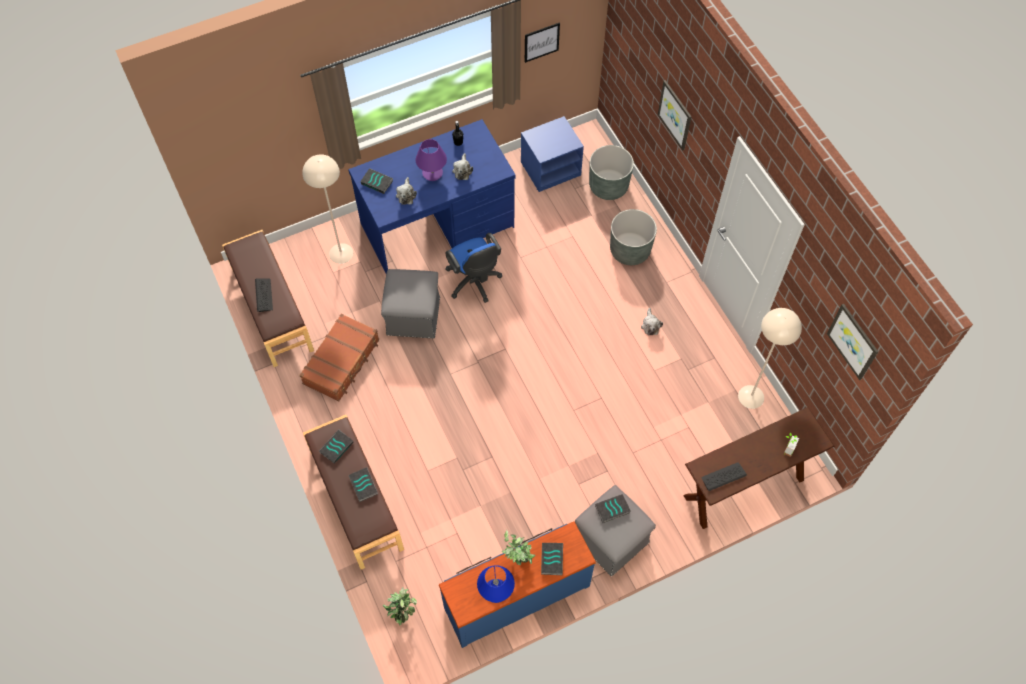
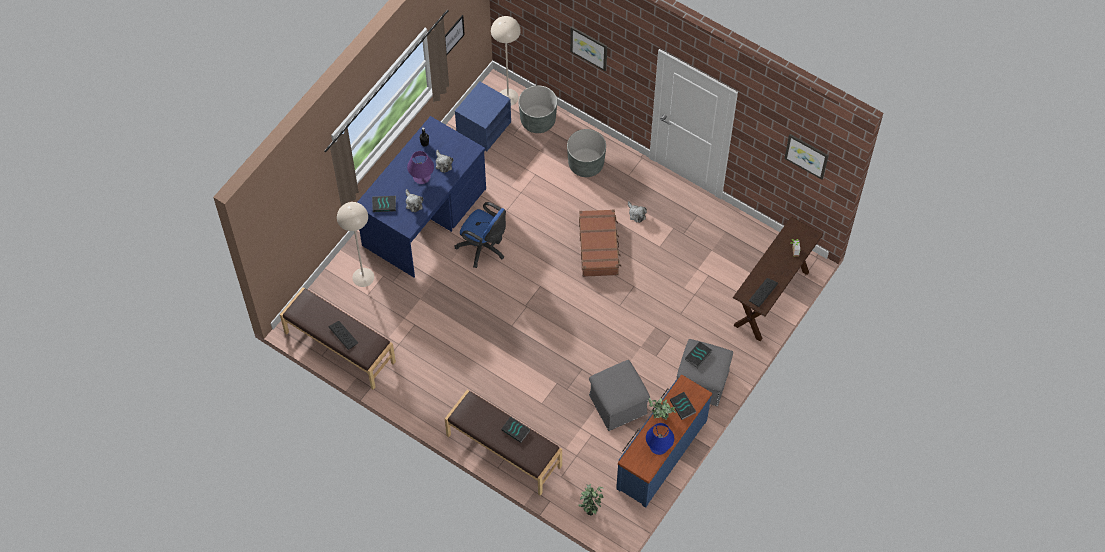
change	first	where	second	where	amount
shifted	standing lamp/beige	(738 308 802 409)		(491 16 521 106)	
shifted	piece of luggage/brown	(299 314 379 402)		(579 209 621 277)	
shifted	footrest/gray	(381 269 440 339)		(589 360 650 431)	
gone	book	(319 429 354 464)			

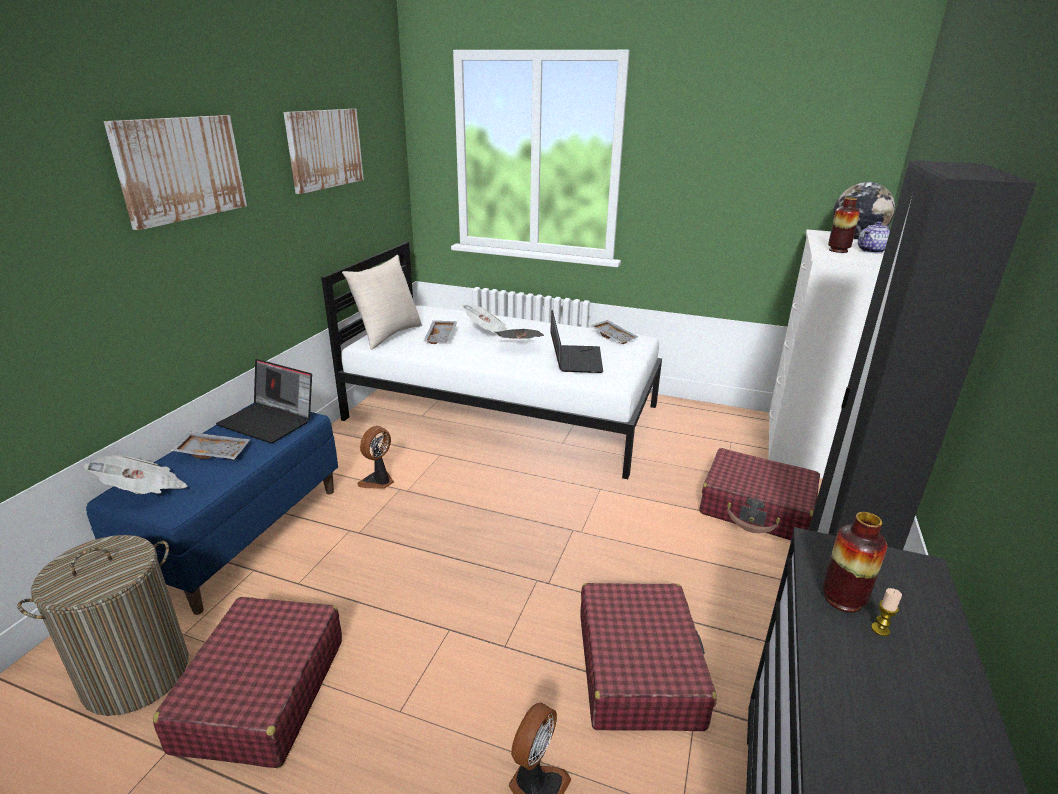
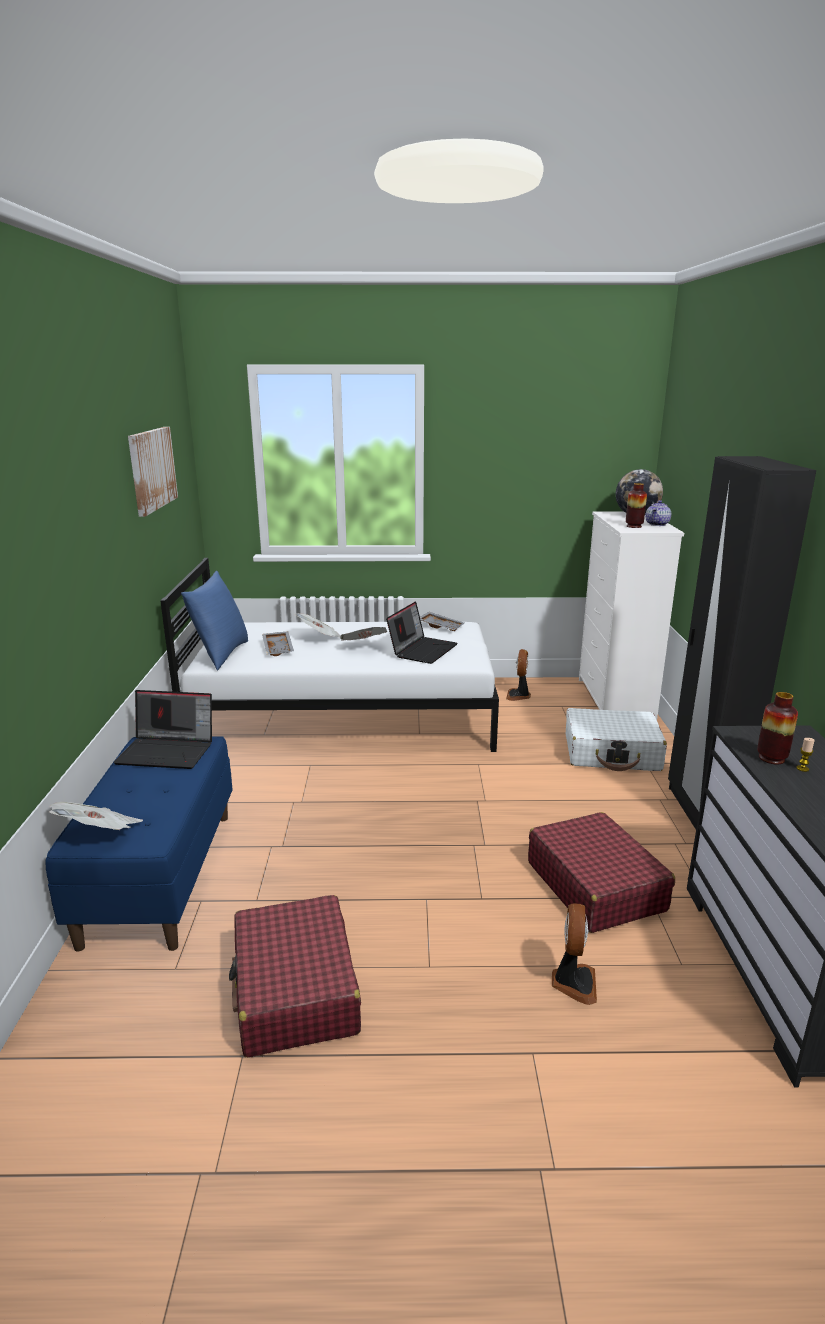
change	first	where	second	where	amount
repainted	throw pillow/beige	(342 255 423 350)	throw pillow/blue-coloured	(181 571 248 670)	
rotated	laptop	(550 309 603 373)		(386 601 458 664)	45 degrees clockwise
shifted	fan	(357 426 394 489)		(506 649 531 701)	
repainted	piece of luggage/red	(699 448 820 540)	piece of luggage/white-coloured	(566 708 667 771)	
gone	laundry basket	(17 535 189 716)			
gone	wall picture	(104 115 247 230)			
gone	carrying tray/gray	(170 432 250 459)			

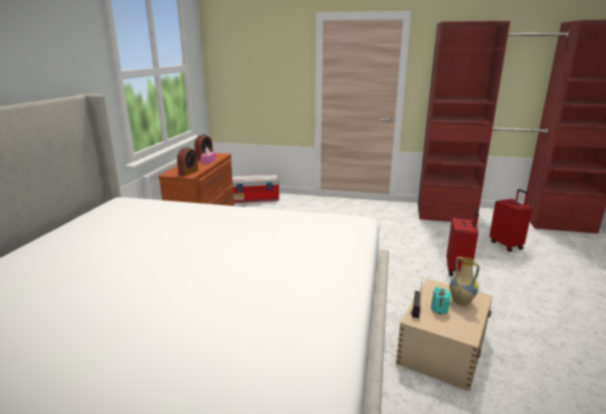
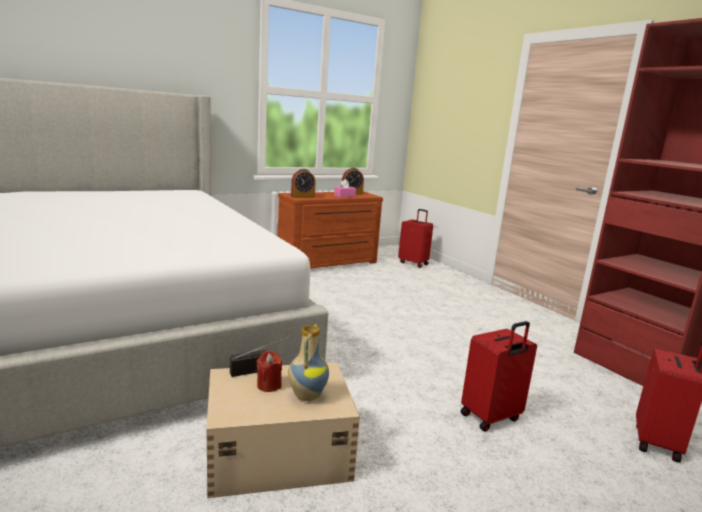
change	first	where	second	where	amount
repainted	wax light/blue-green	(431 287 451 314)	wax light/red	(256 351 282 392)	
swapped	storage container	(232 174 279 203)	piece of luggage/red	(398 209 433 268)	

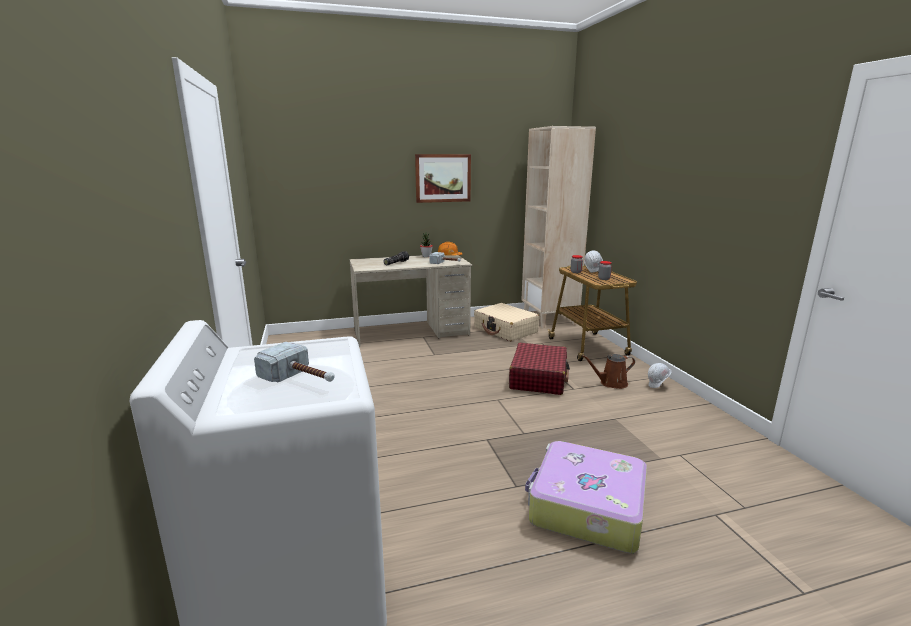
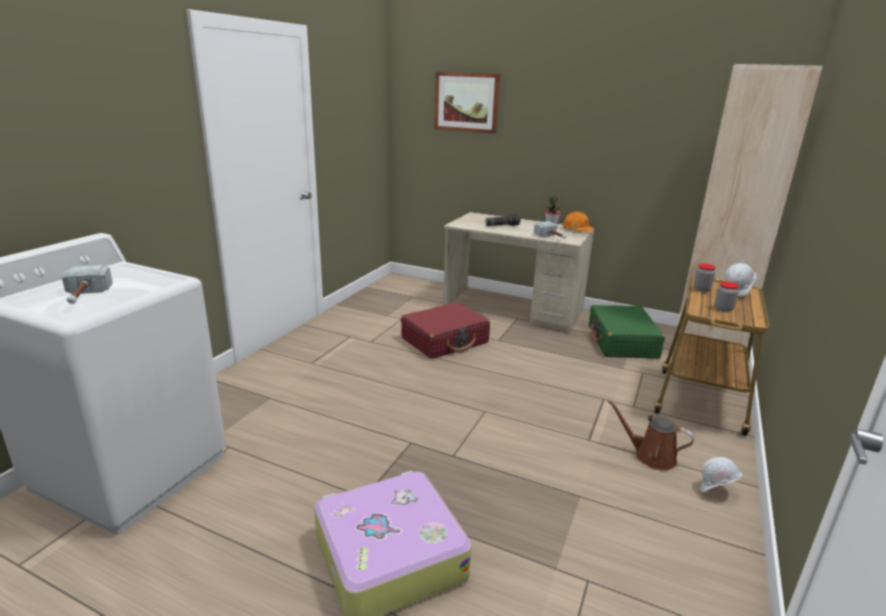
change	first	where	second	where	amount
shifted	piece of luggage/red	(509 343 570 395)		(401 302 490 359)	
shifted	wall picture	(415 154 471 203)		(434 72 500 134)	
repainted	piece of luggage/beige	(474 303 539 341)	piece of luggage/greenish	(589 305 665 359)	

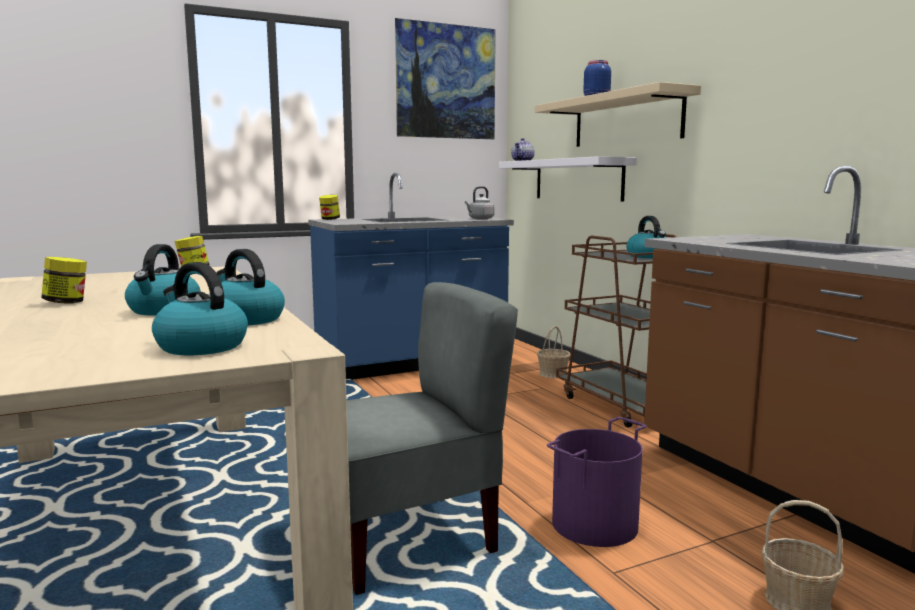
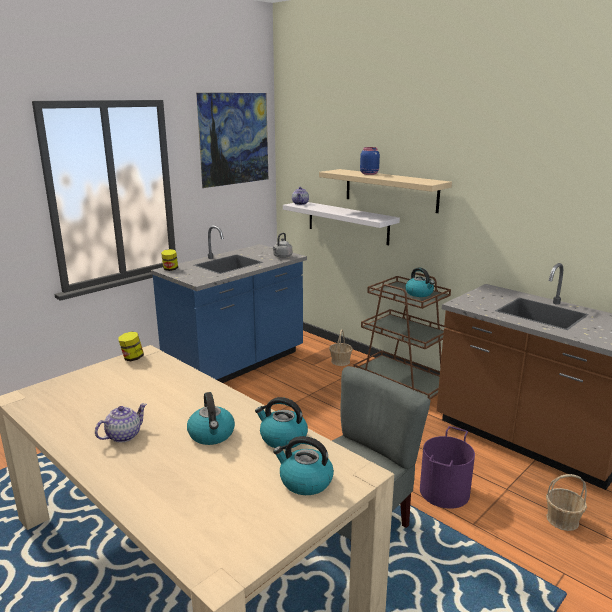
change	first	where	second	where	amount
swapped	preserve jar	(41 257 87 304)	tea pot	(95 403 147 443)	

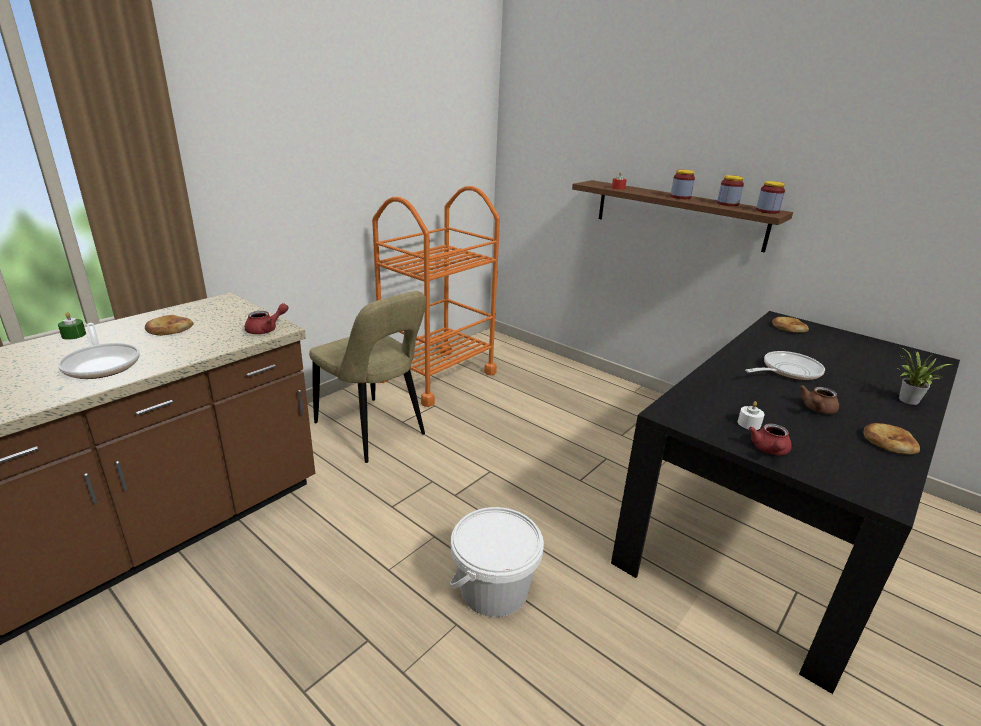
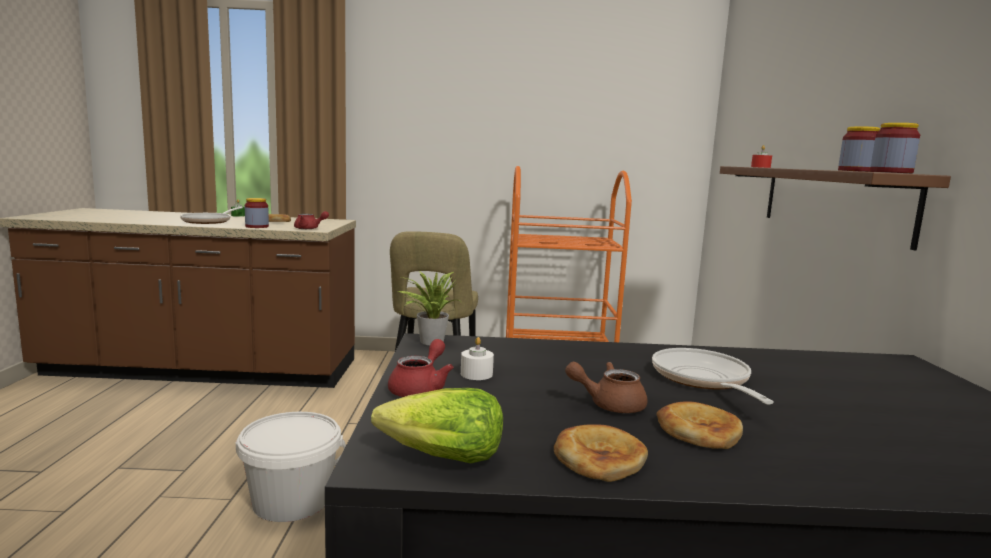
change	first	where	second	where	amount
shifted	preserve jar	(671 170 695 199)		(245 198 269 228)	
new			lettuce	(371 388 503 463)	
rotated	tea pot/red	(748 423 792 455)		(388 339 453 397)	135 degrees clockwise
shifted	plant in a pot	(899 348 952 405)		(399 271 460 345)	
rotated	skillet	(745 351 825 380)		(652 348 774 404)	120 degrees counterclockwise
shifted	bakery bread	(772 317 809 333)		(657 401 743 449)	

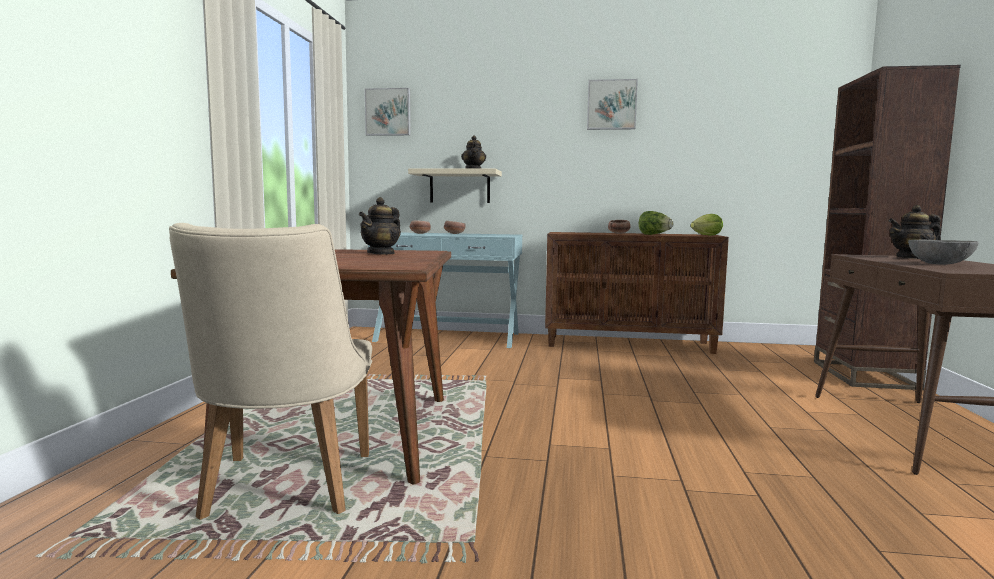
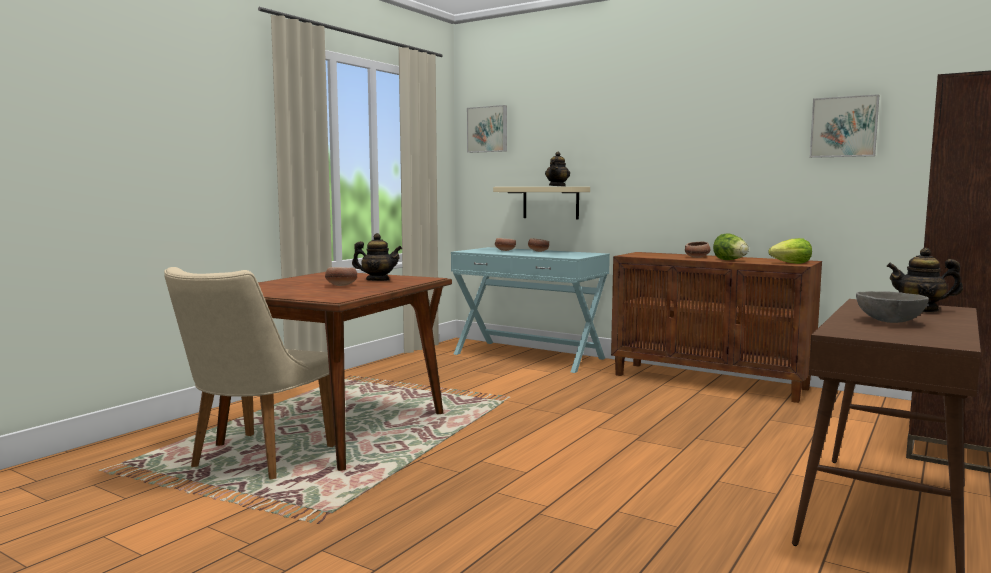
change	first	where	second	where	amount
new			serving bowl	(325 267 357 286)	
rotated	tea pot	(359 197 401 255)		(352 233 402 281)	135 degrees counterclockwise
shifted	wall picture	(587 79 638 130)		(810 94 879 158)	

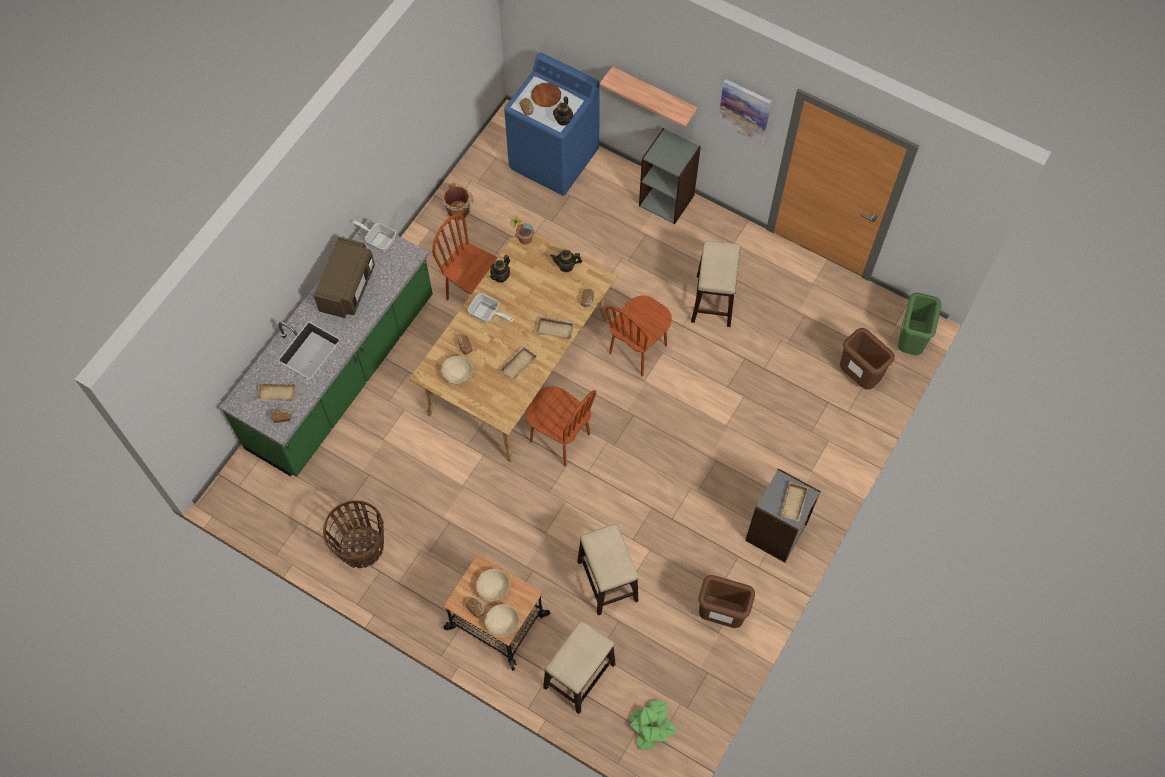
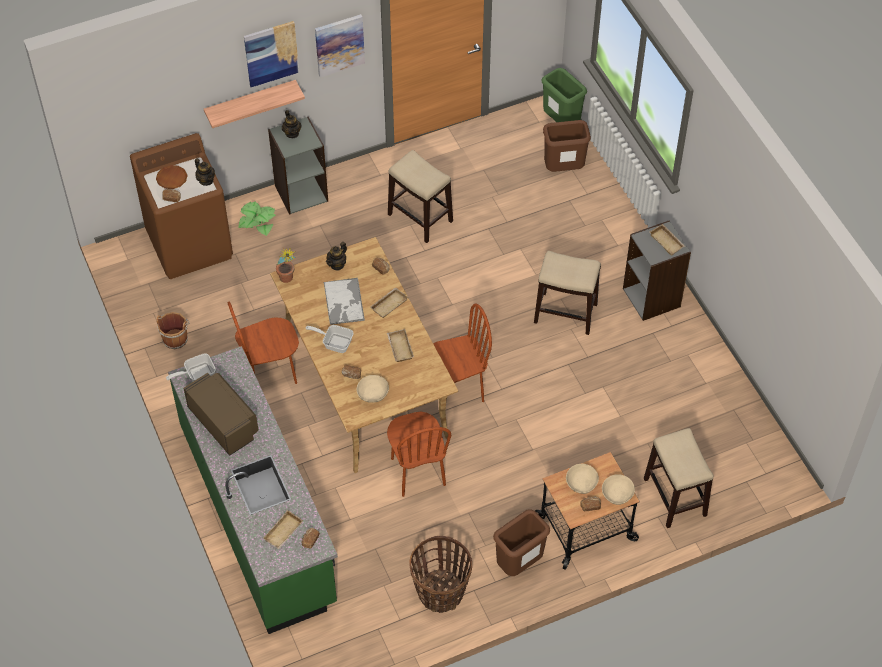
change	first	where	second	where	amount
repainted	washing machine/blue-coloured	(504 53 600 196)	washing machine/brown	(130 133 233 279)	
shifted	plant in a pot	(630 701 676 750)		(238 202 275 236)	
new			wall picture	(244 21 299 87)	
shifted	tea pot	(490 255 510 283)		(282 110 301 138)	
rotated	skillet	(468 293 513 323)		(305 325 354 353)	135 degrees counterclockwise
new			carrying tray	(324 278 365 325)	
shifted	chair/brown	(605 295 672 376)		(387 412 451 497)	
shifted	waste bin/brown	(698 575 755 628)		(493 509 550 576)	
shifted	stool	(577 524 638 615)		(534 251 601 335)	

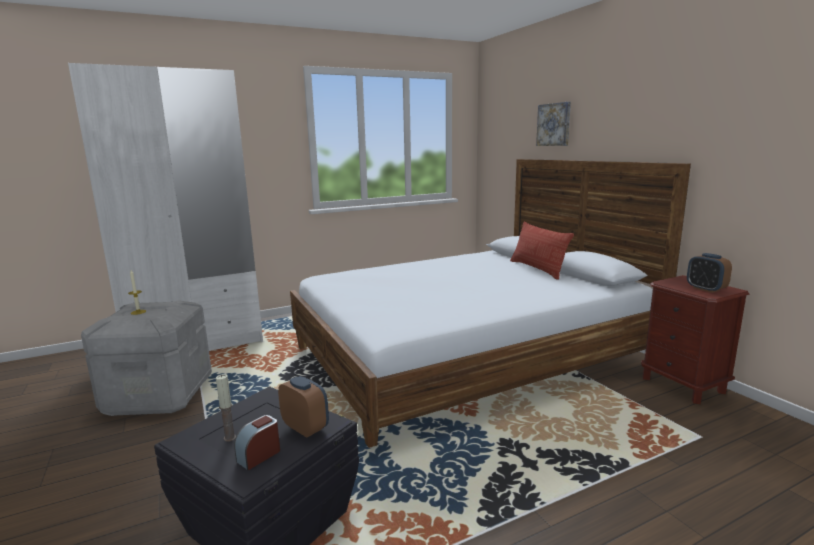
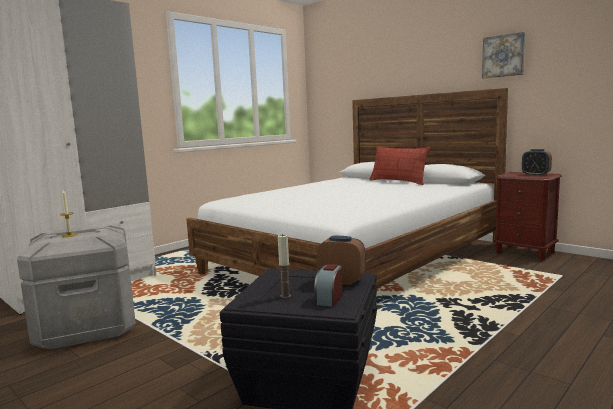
change	first	where	second	where	amount
shifted	wall picture	(536 102 571 146)		(482 32 525 78)	

